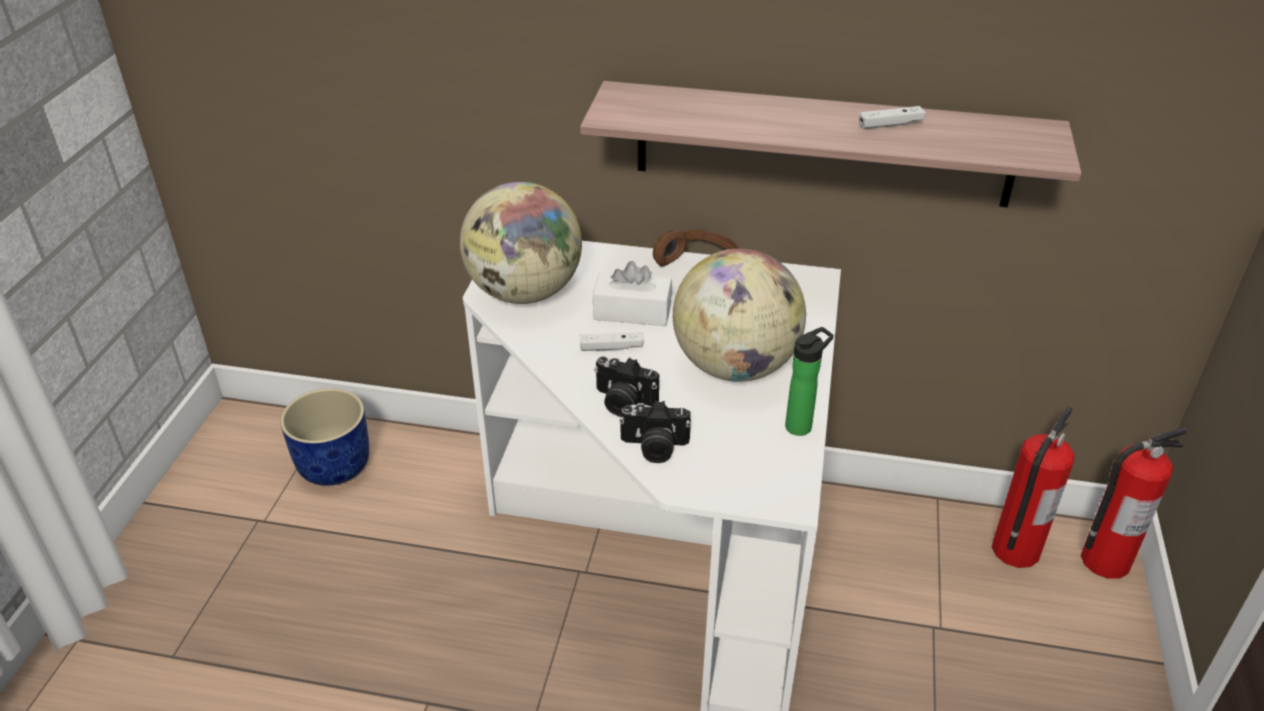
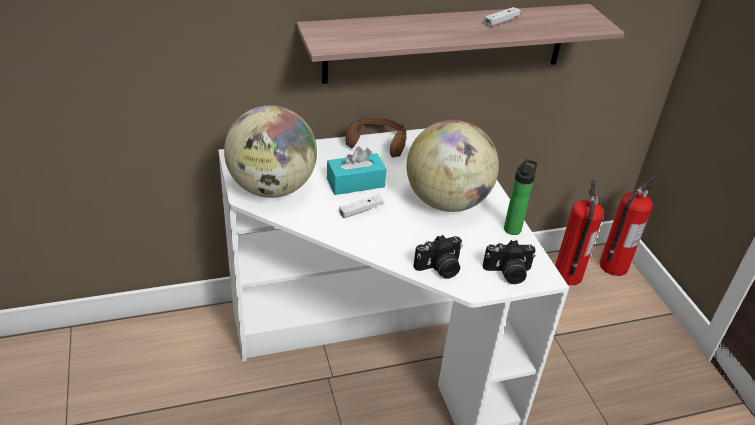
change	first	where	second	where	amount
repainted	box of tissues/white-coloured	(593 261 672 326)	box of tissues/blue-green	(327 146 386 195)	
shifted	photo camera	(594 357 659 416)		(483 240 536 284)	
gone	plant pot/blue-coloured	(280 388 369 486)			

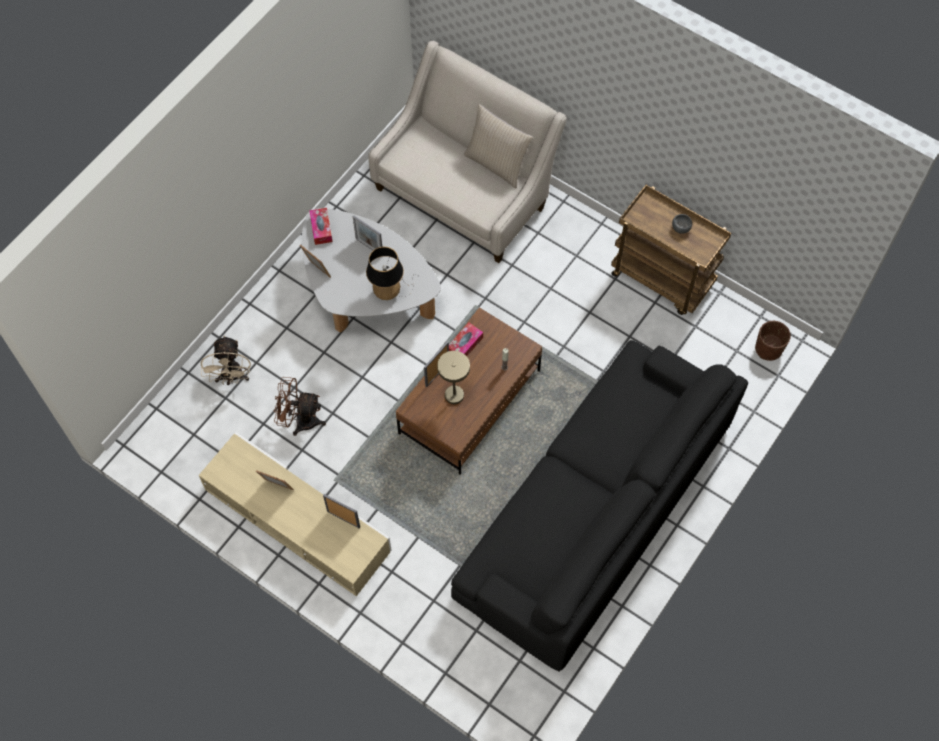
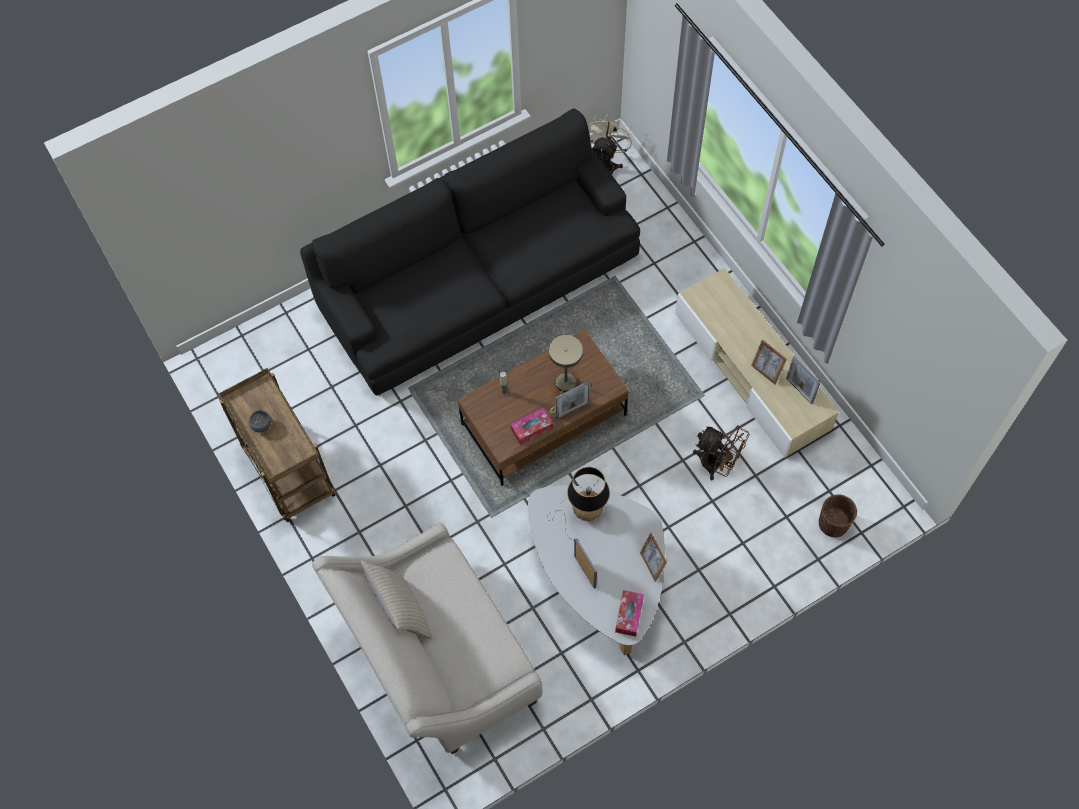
change	first	where	second	where	amount
shifted	fan/beige	(201 335 251 385)		(588 114 634 174)	
shifted	picture frame	(323 494 360 528)		(786 357 820 404)	
shifted	plant pot/brown	(755 321 791 361)		(819 494 857 537)	

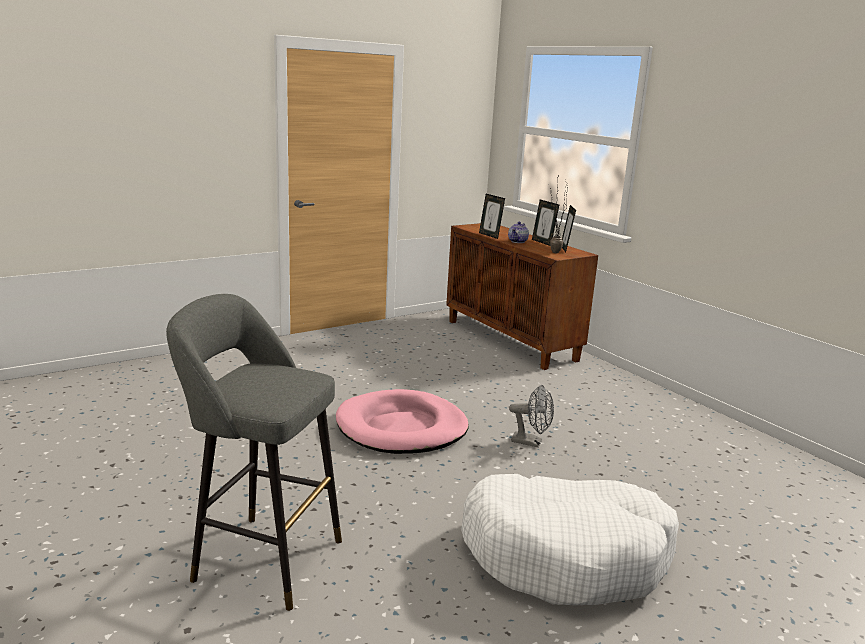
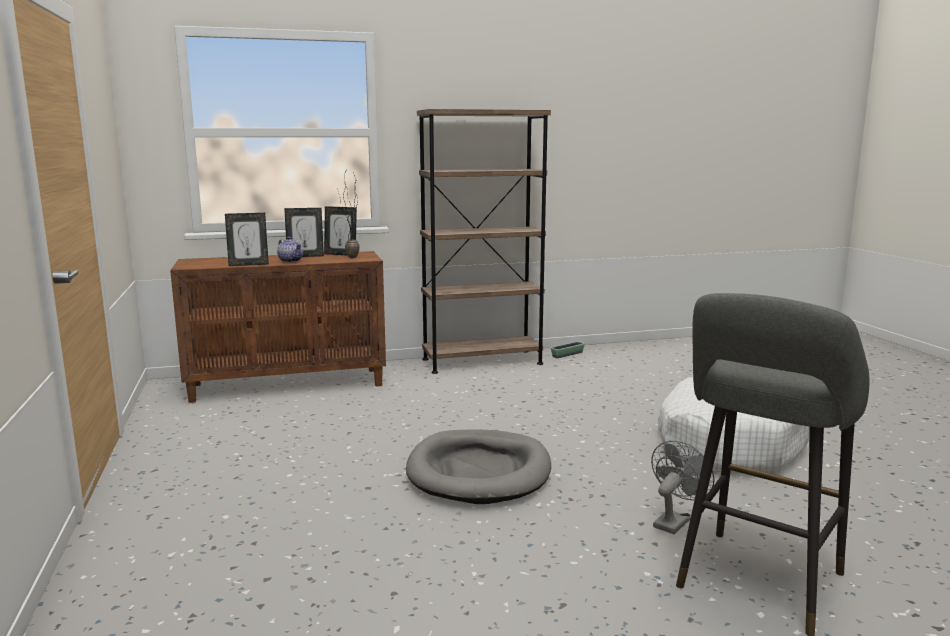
change	first	where	second	where	amount
repainted	dog cushion/pink	(336 389 469 454)	dog cushion/gray	(406 429 551 504)	
new			shelving unit/brown	(417 109 551 374)	
new			plant pot	(551 342 585 358)	
shifted	fan/gray	(509 385 554 447)		(651 441 715 534)	

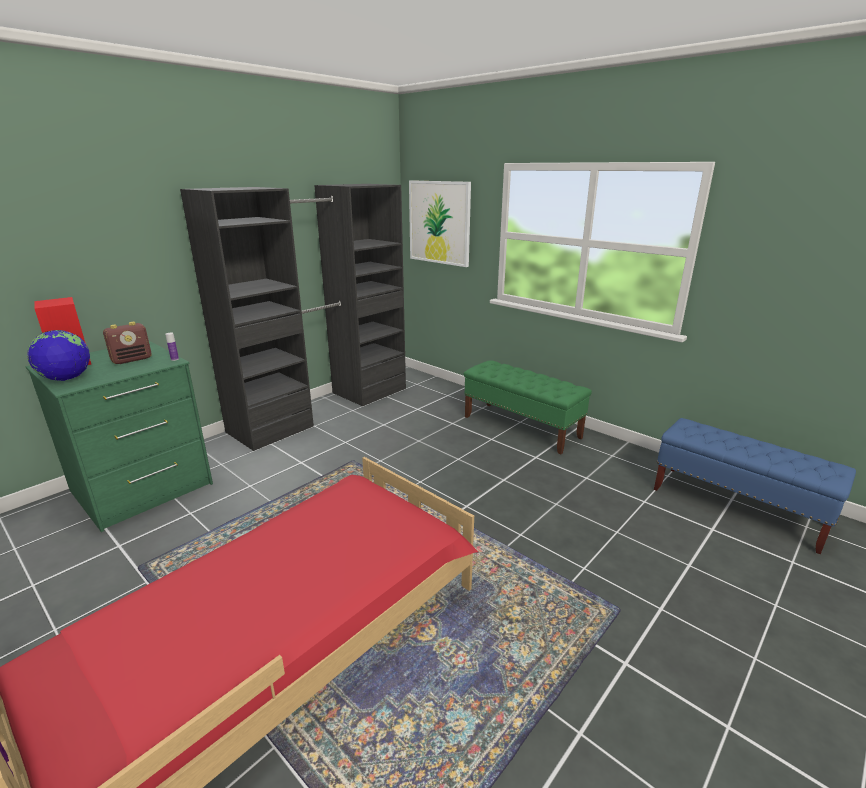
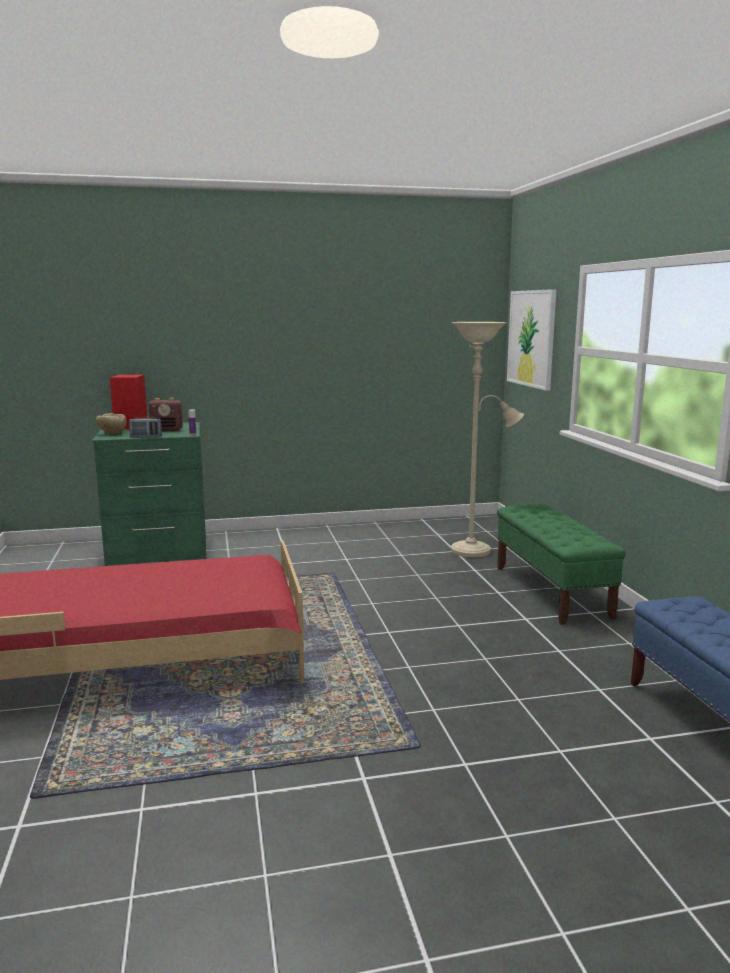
change	first	where	second	where	amount
swapped	desk globe	(27 330 90 381)	serving bowl/beige	(96 413 127 434)	
new			radio set	(129 416 162 437)	
new			standing lamp/beige	(451 322 524 557)	
gone	clothes cupboard/black	(180 184 406 451)			

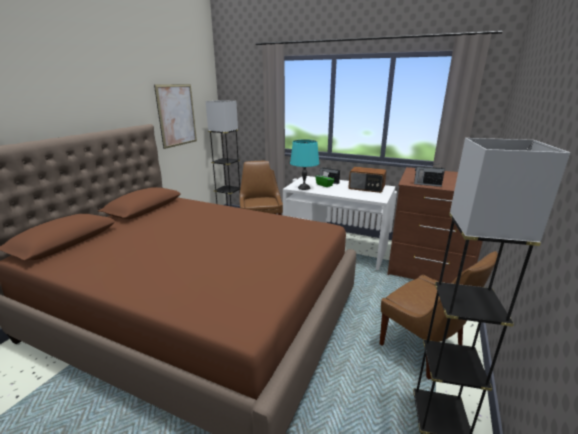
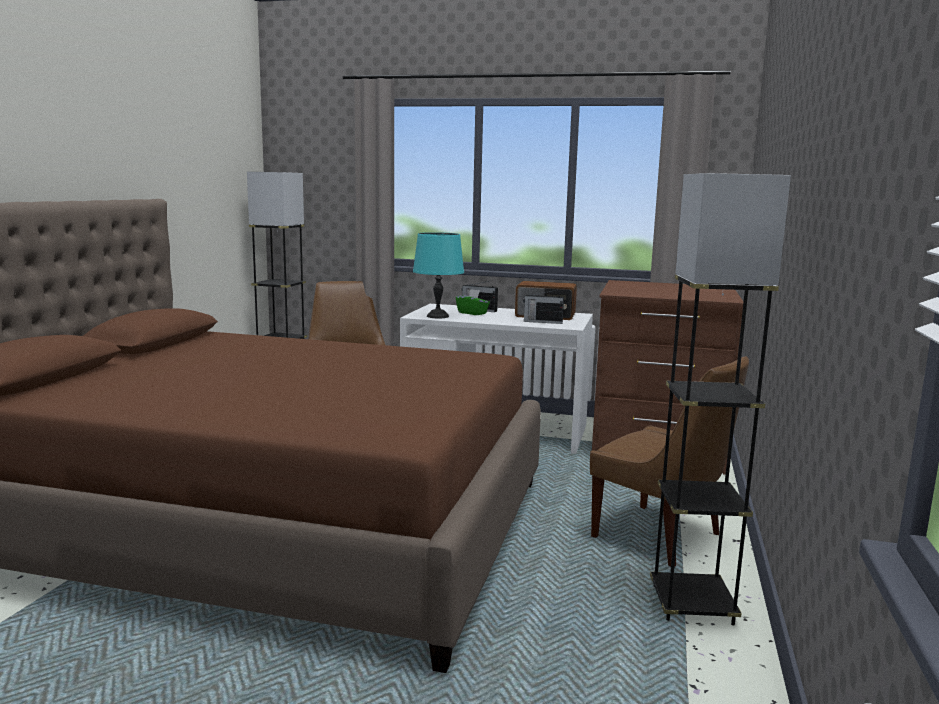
change	first	where	second	where	amount
shifted	radio set	(414 163 445 187)		(523 290 564 324)	
gone	wall picture	(154 84 197 149)			

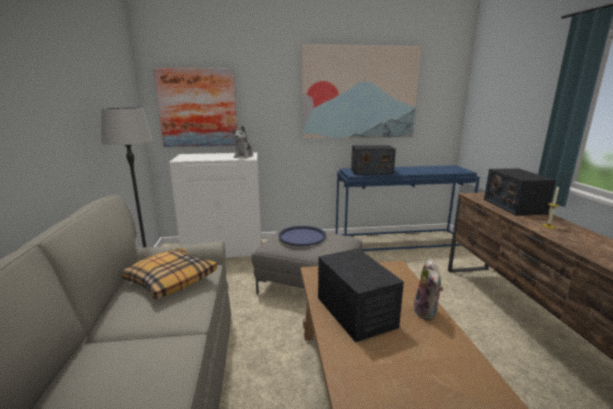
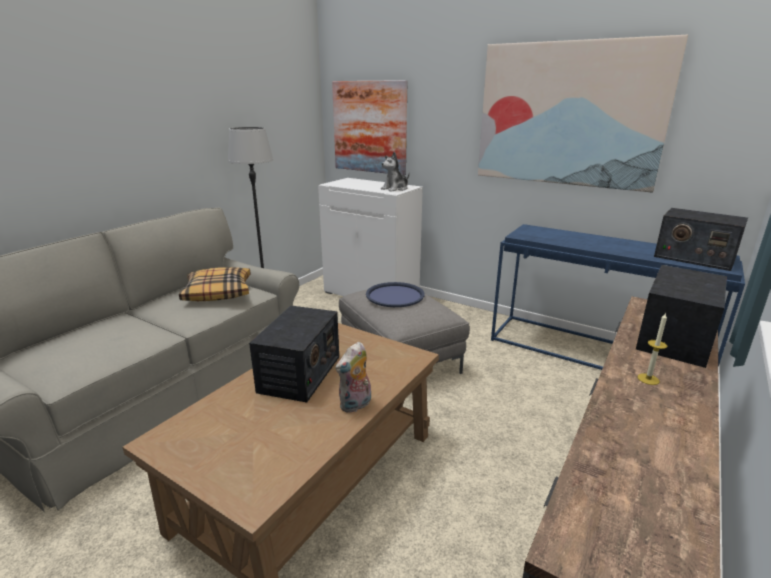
change	first	where	second	where	amount
shifted	radio set	(351 145 396 175)		(654 208 748 271)	

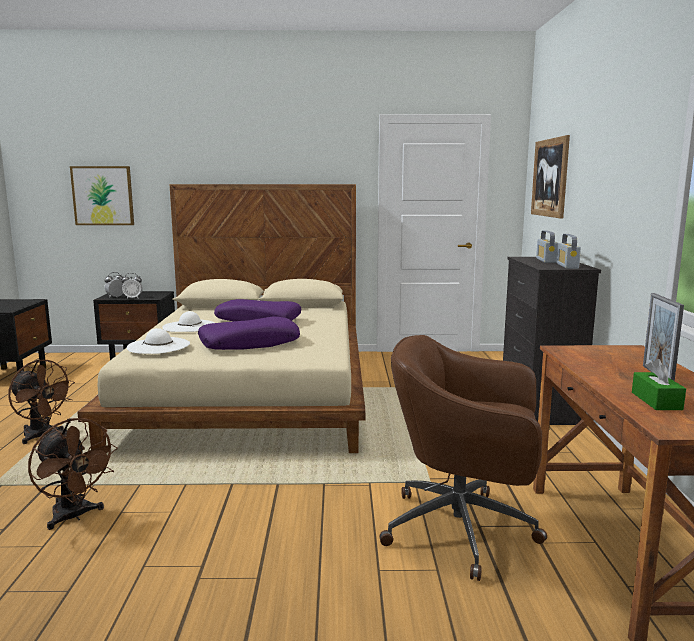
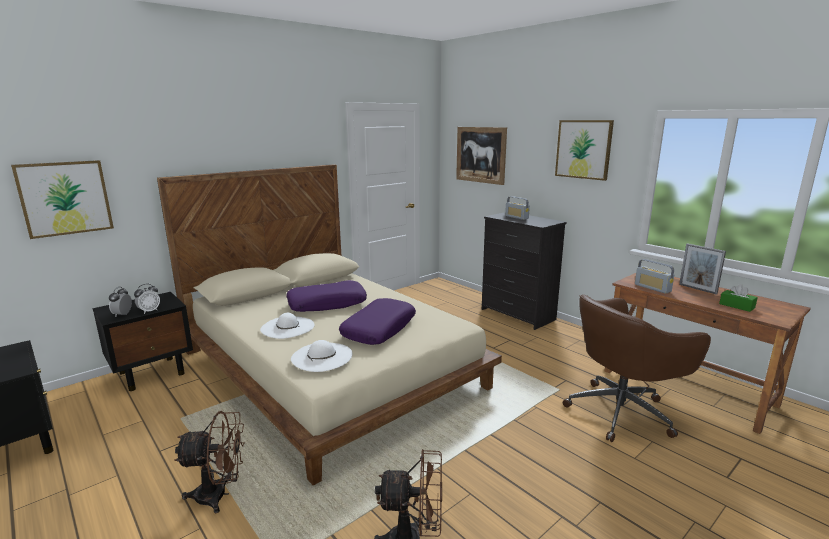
change	first	where	second	where	amount
new			wall picture	(555 120 614 181)	
shifted	radio set	(557 234 581 269)		(635 259 674 294)	

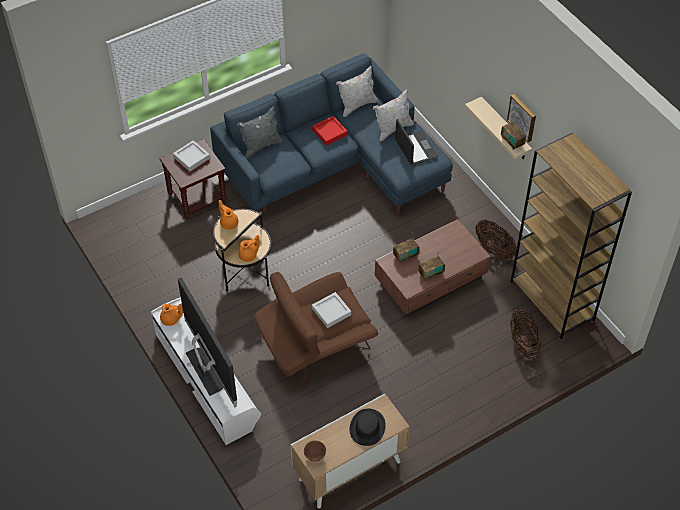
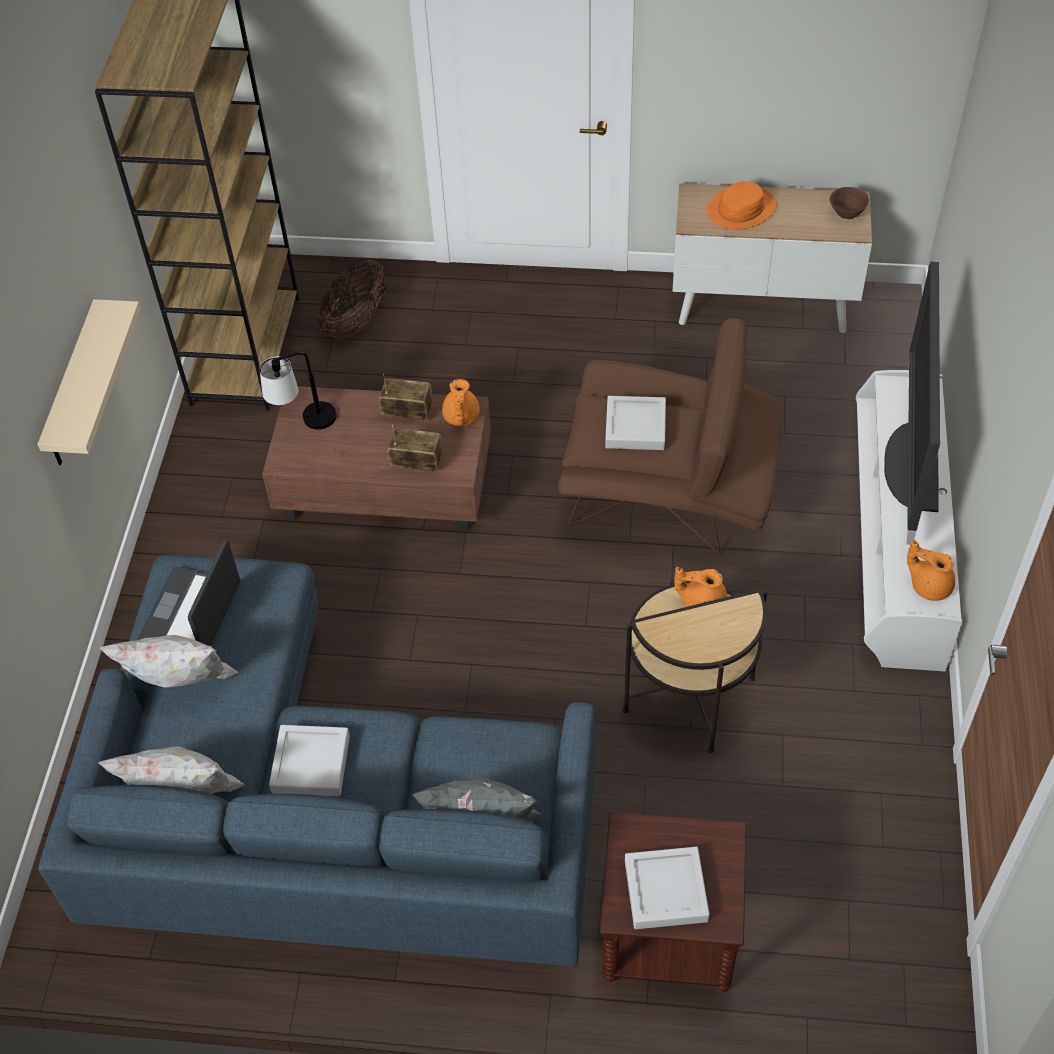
change	first	where	second	where	amount
new			lamp for a table	(260 351 337 429)	
repainted	carrying tray/red	(312 116 348 146)	carrying tray/gray	(269 725 350 796)	
shifted	tea pot/orange-coloured	(219 200 238 230)		(442 379 480 426)	
repainted	clothing hat/black	(350 409 385 446)	clothing hat/orange-coloured	(707 181 776 230)	
gone	storage basket	(475 219 517 260)			
gone	radio set	(501 122 526 150)			
gone	wall picture	(507 94 536 142)			

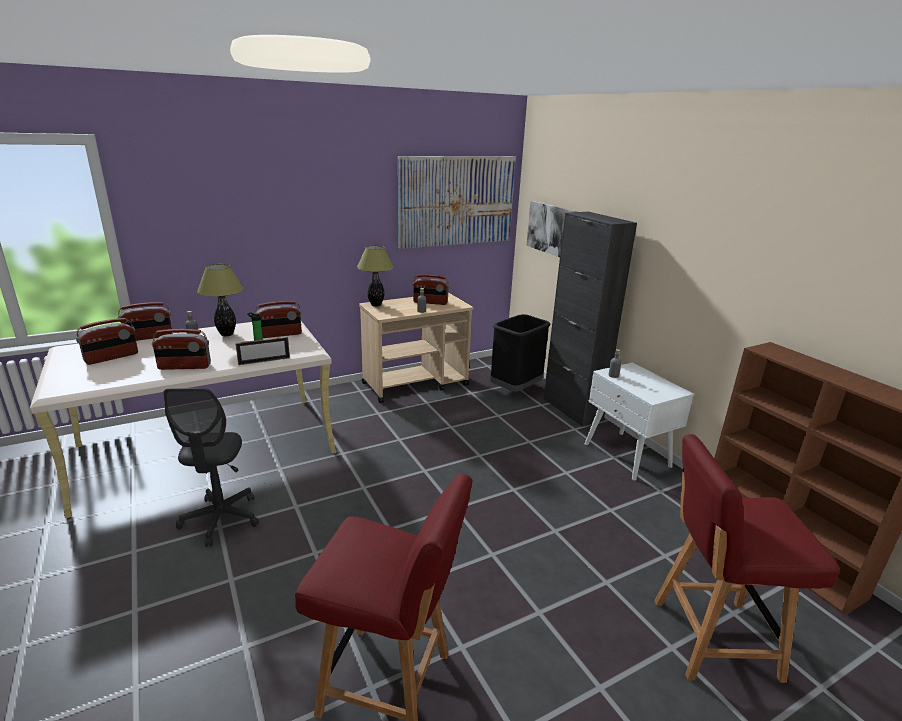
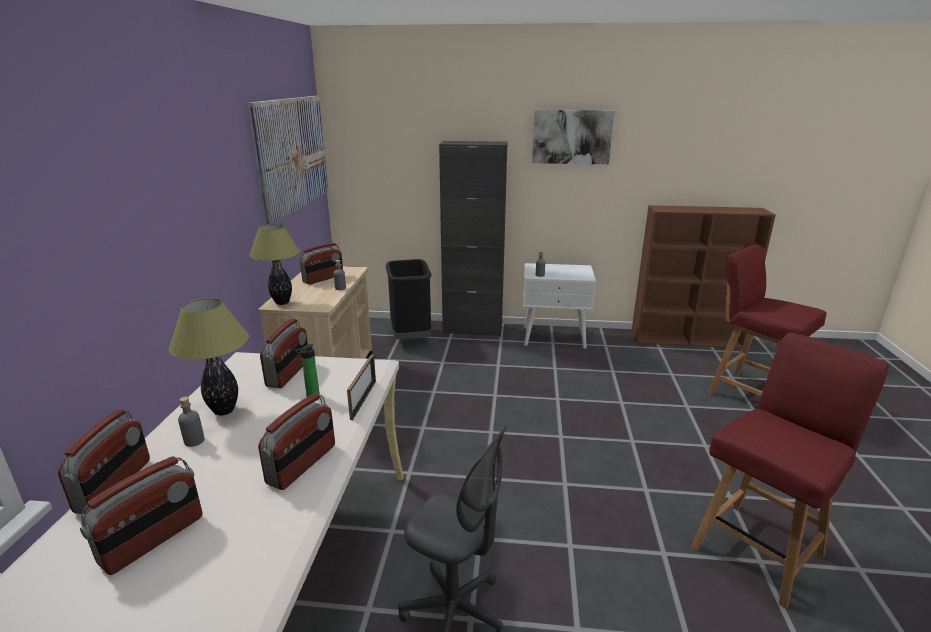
change	first	where	second	where	amount
rotated	radio set	(76 318 138 365)		(80 456 203 575)	45 degrees clockwise
shifted	wall picture	(526 201 577 257)		(532 110 614 164)	
rotated	chair/red	(655 434 840 683)		(708 244 827 396)	105 degrees clockwise

